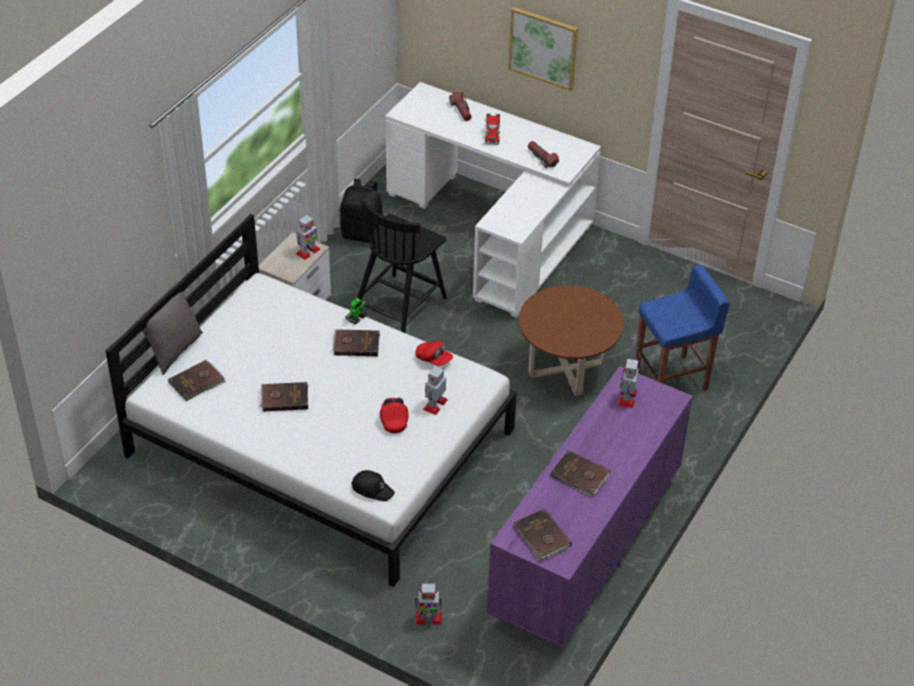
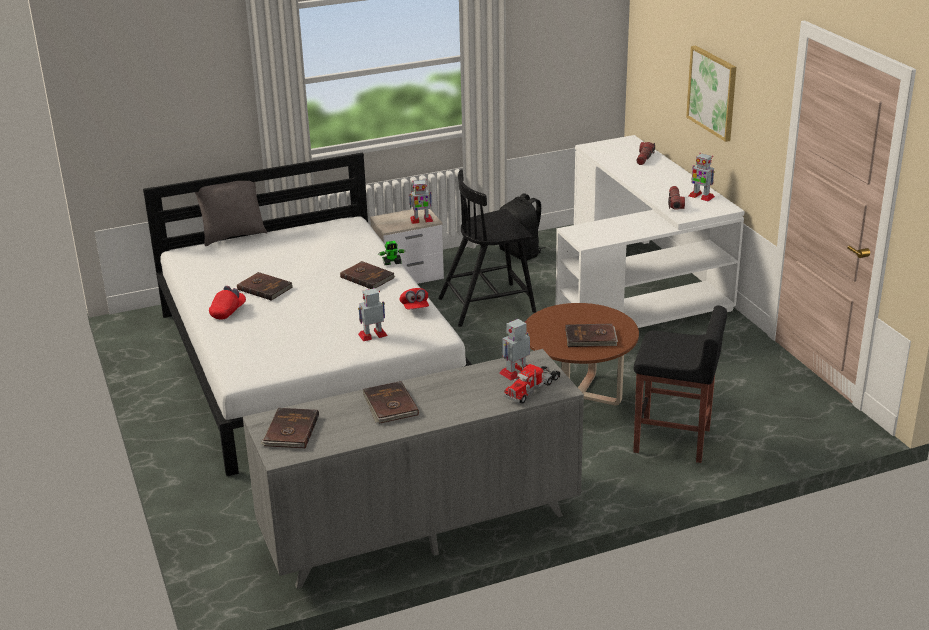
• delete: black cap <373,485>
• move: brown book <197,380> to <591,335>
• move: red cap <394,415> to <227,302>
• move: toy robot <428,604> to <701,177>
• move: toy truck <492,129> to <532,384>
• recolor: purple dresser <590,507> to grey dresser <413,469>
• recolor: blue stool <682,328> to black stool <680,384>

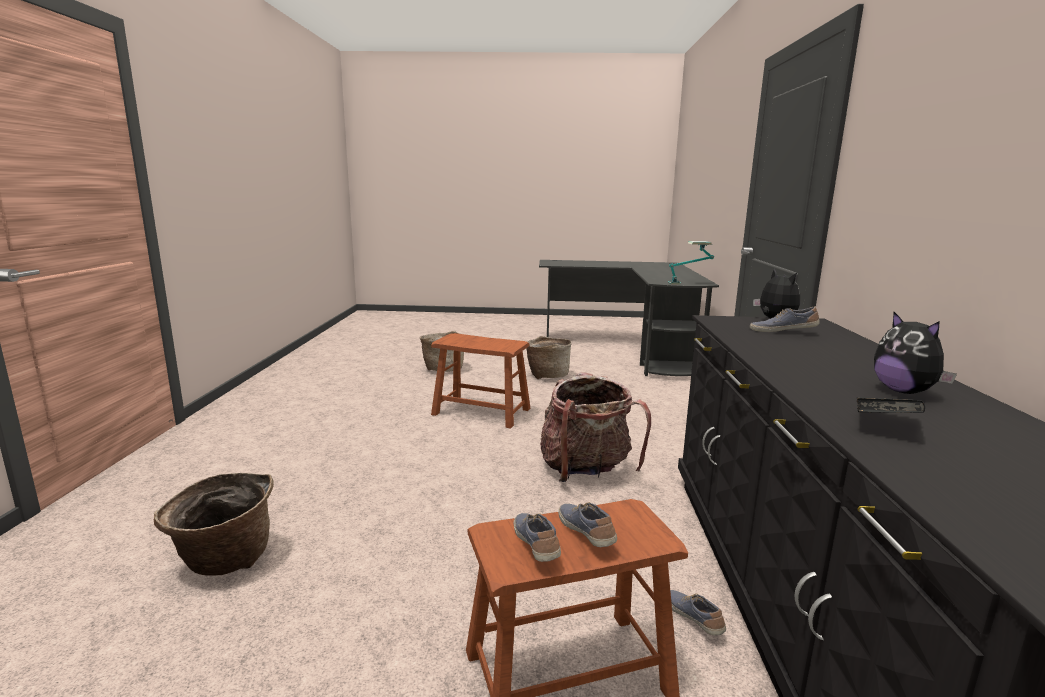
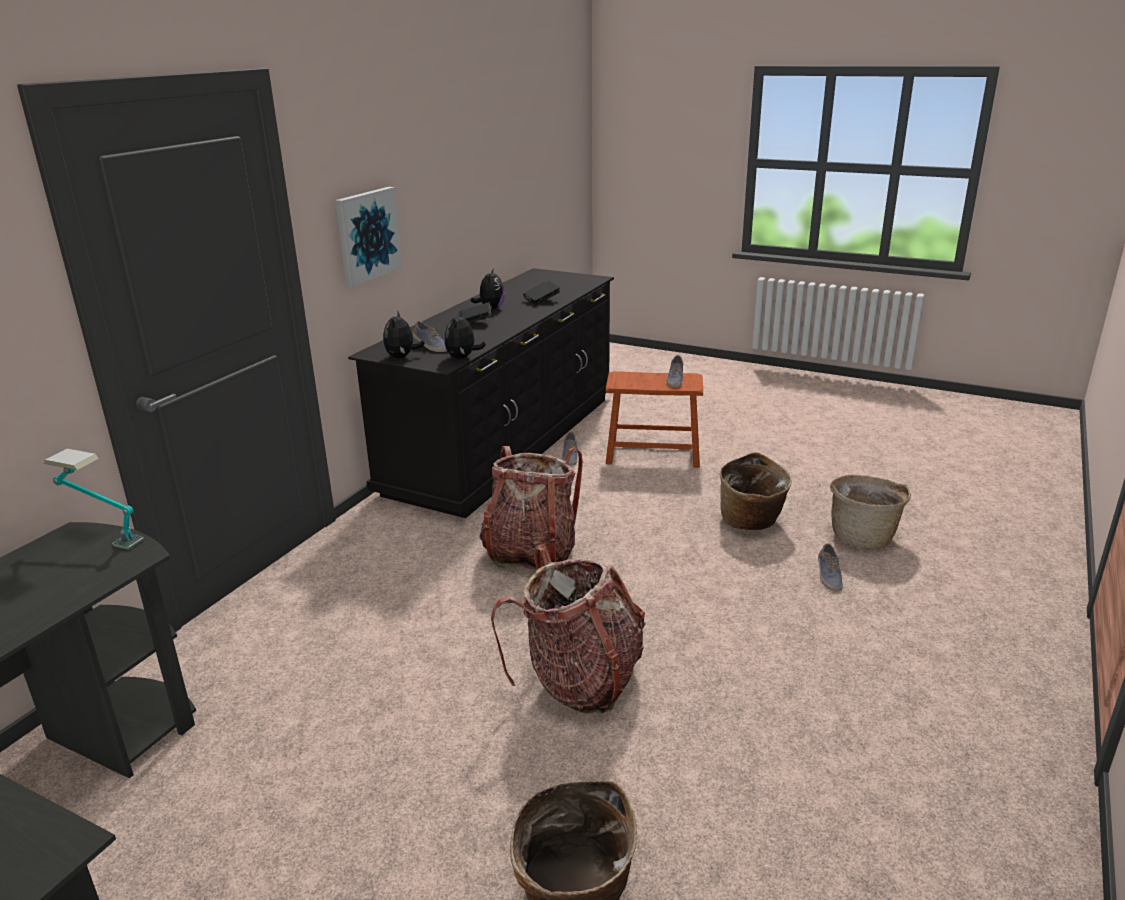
• insert: picture <368,237>
• insert: plush toy <465,334>
• insert: black book <475,312>
• move: basket <549,357> to <756,491>
• move: shoe <587,524> to <830,567>
• replace: brown stool <481,381> to backpack <568,629>

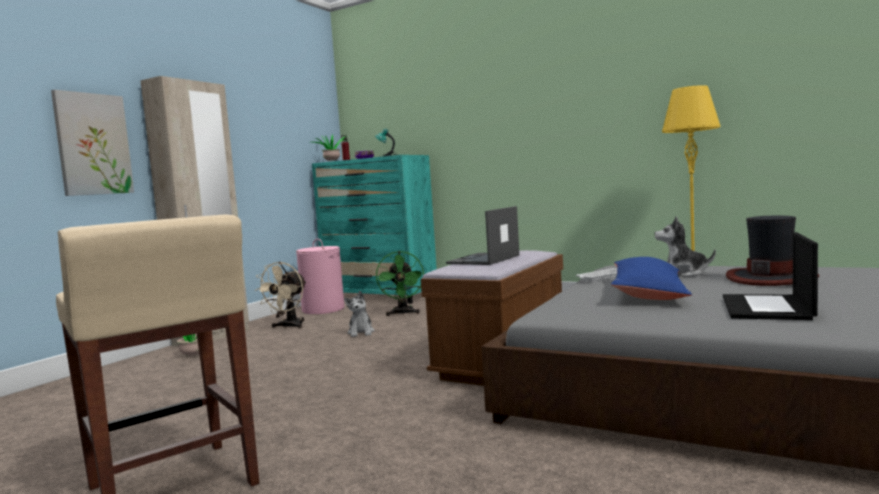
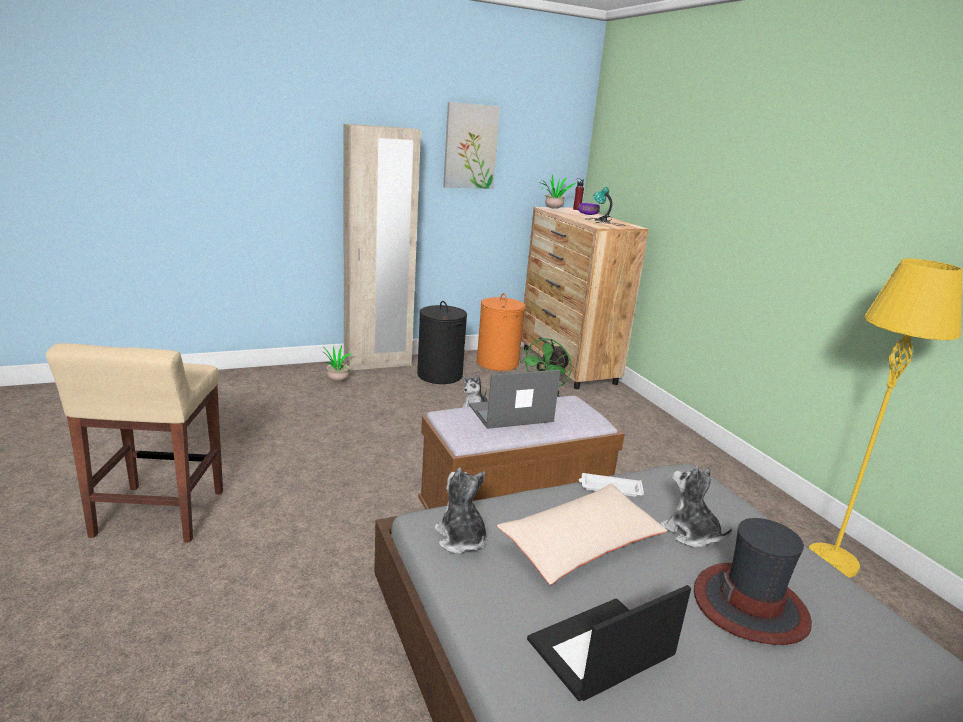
• insert: plush toy <461,511>
• move: picture <92,143> to <471,145>
• replace: beige fan <280,295> to black laundry basket <442,342>
• recolor: pink laundry basket <320,276> to orange laundry basket <501,332>
• recolor: turquoise dresser <374,229> to brown dresser <585,298>
• recolor: blue pillow <651,278> to beige pillow <582,534>

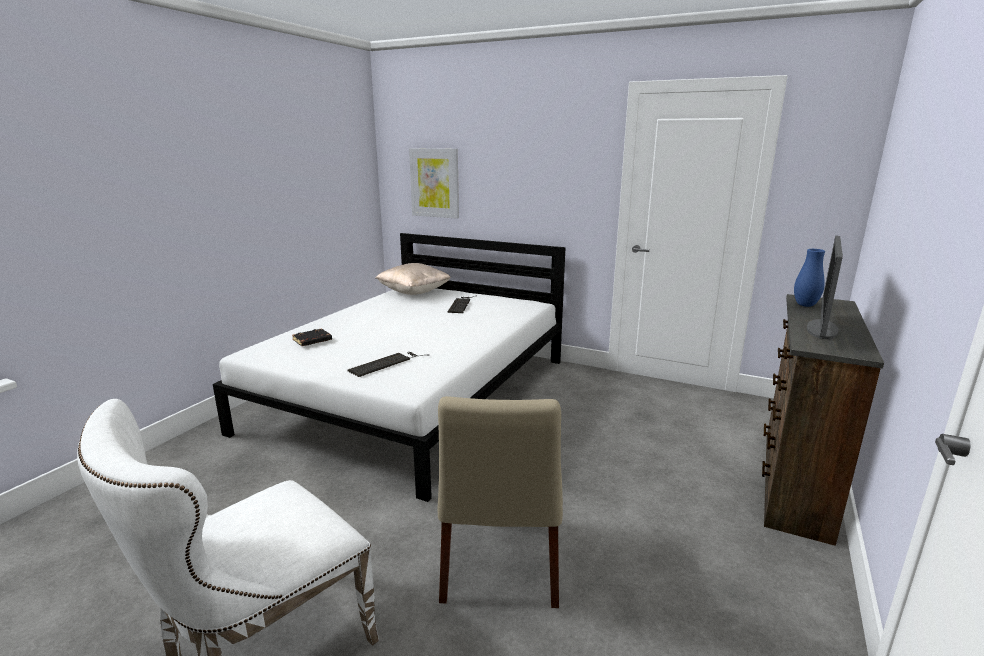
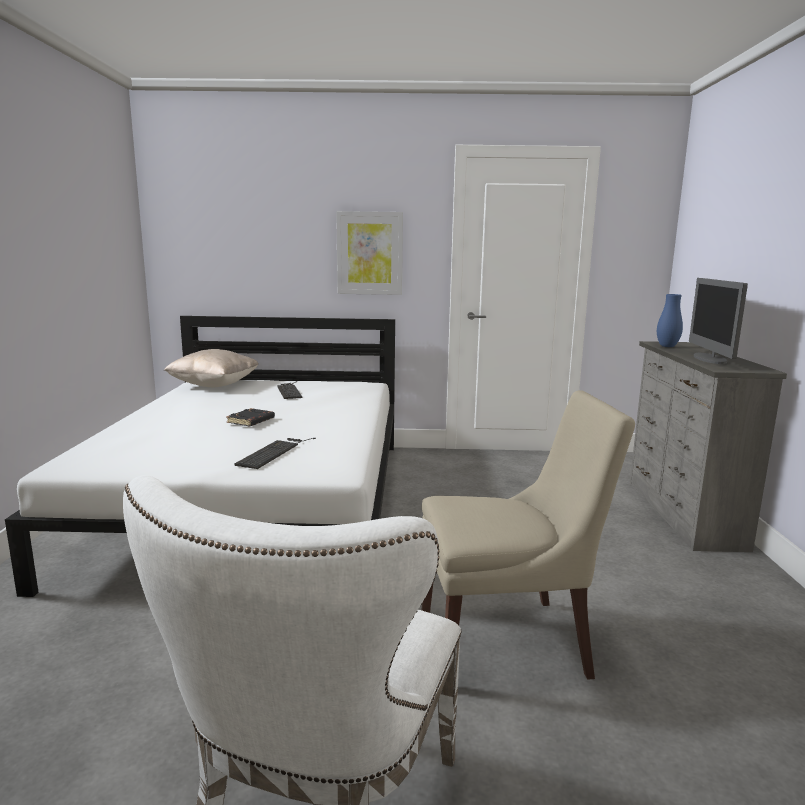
• move: black book <312,337> to <250,417>
• move: picture <434,183> to <369,253>
• recolor: brown dresser <823,420> to grey dresser <708,446>
• rotate: beige chair <500,502> = <528,535> 75 degrees counterclockwise

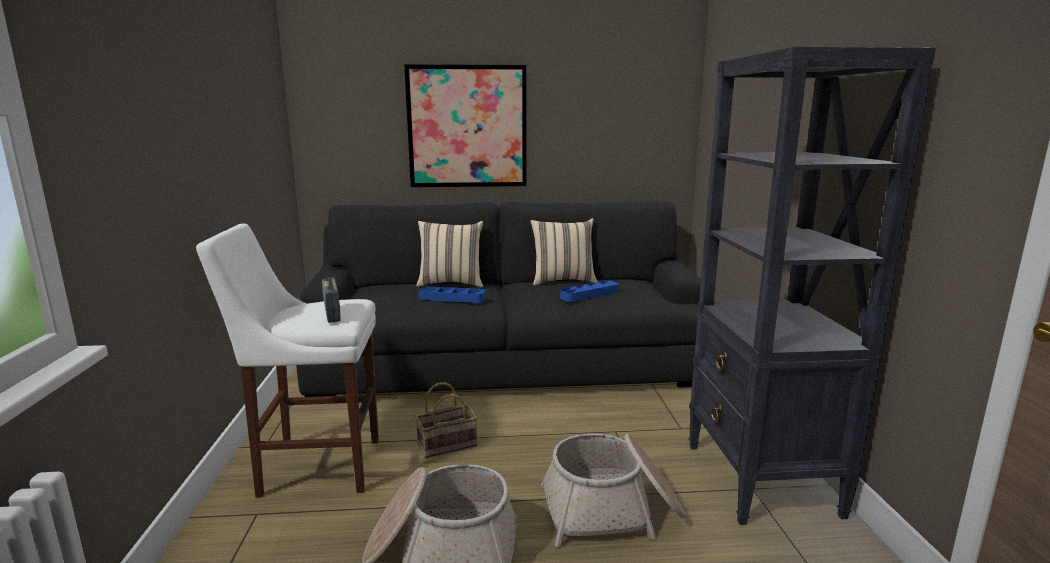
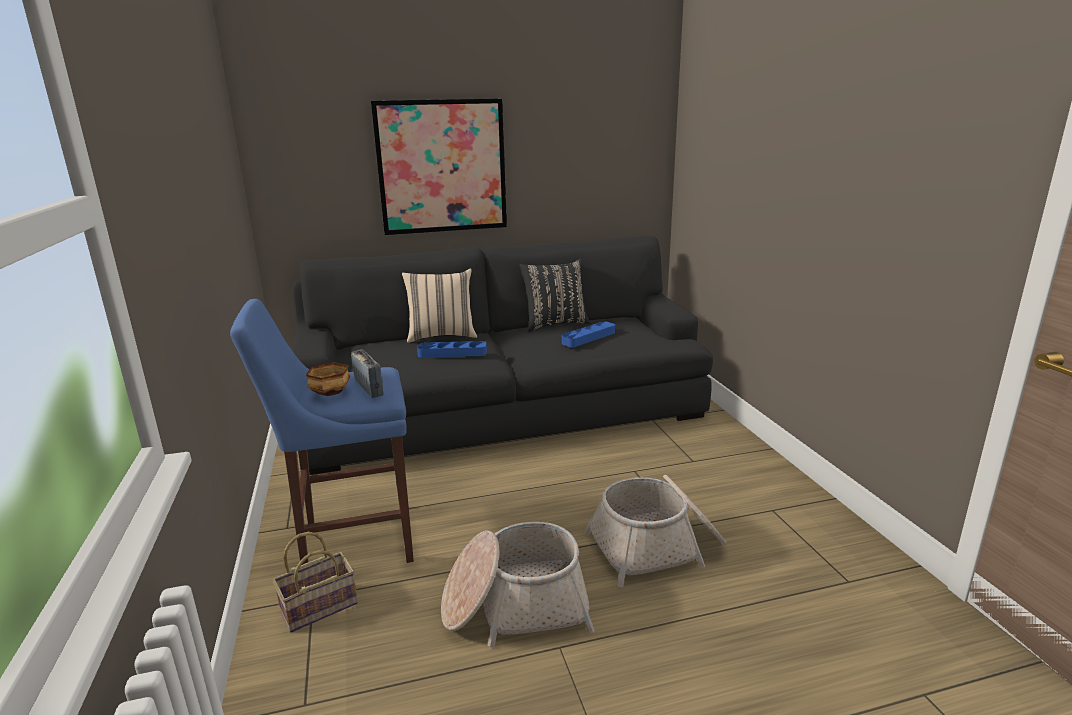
• delete: black bookcase <812,286>
• insert: bowl <328,379>
• move: basket <446,420> to <315,582>
• recolor: white stool <287,361> to blue stool <322,432>
• recolor: beige pillow <564,251> to black pillow <555,295>

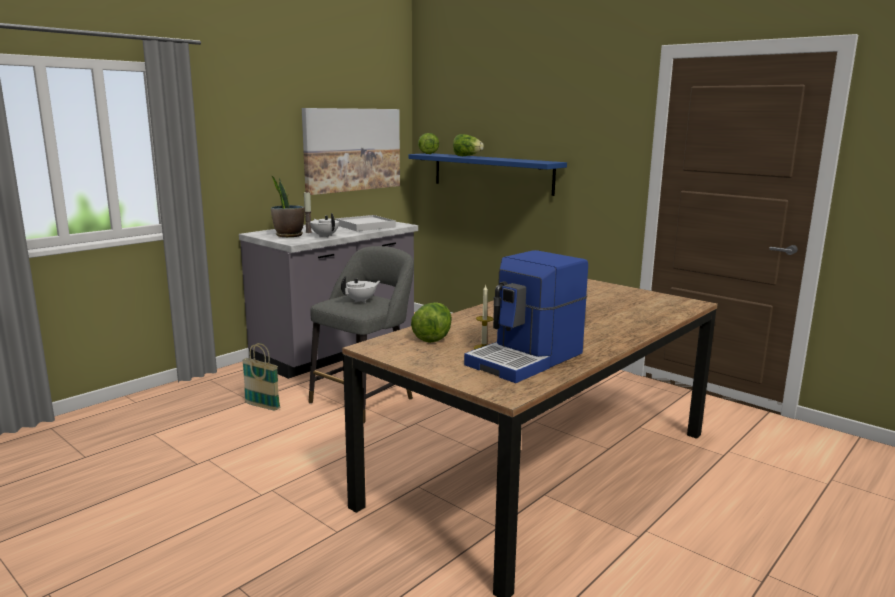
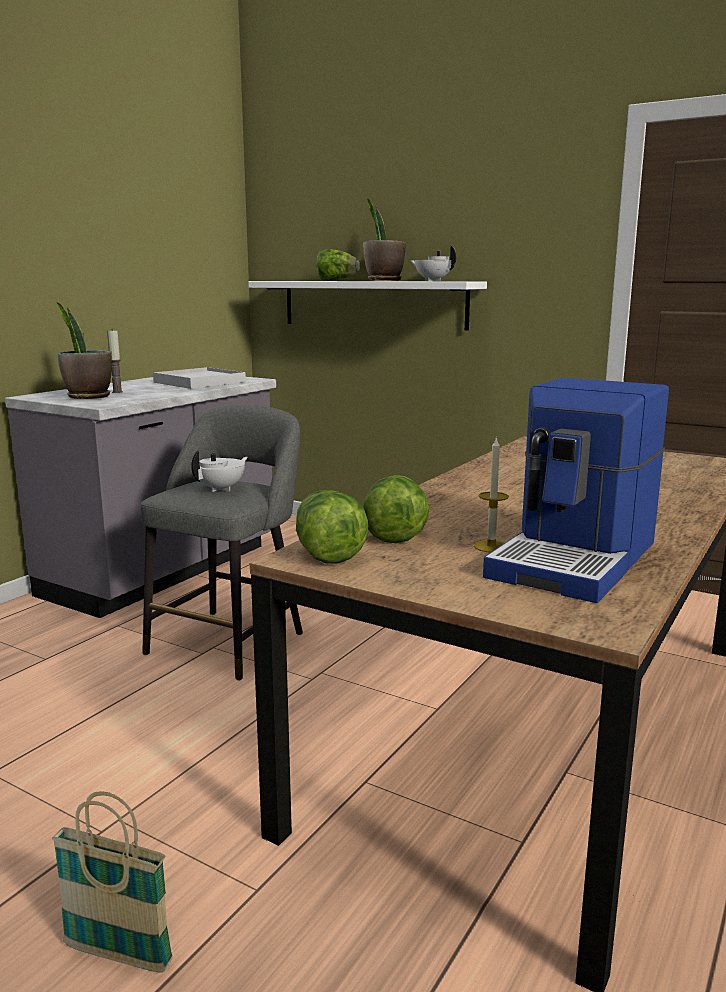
• delete: picture <351,151>
• insert: potted plant <384,239>
• move: basket <261,376> to <112,882>
• move: white teapot <324,225> to <433,263>
• move: lettuce <428,143> to <332,527>
• recolor: blue shelf <487,174> to white shelf <367,306>

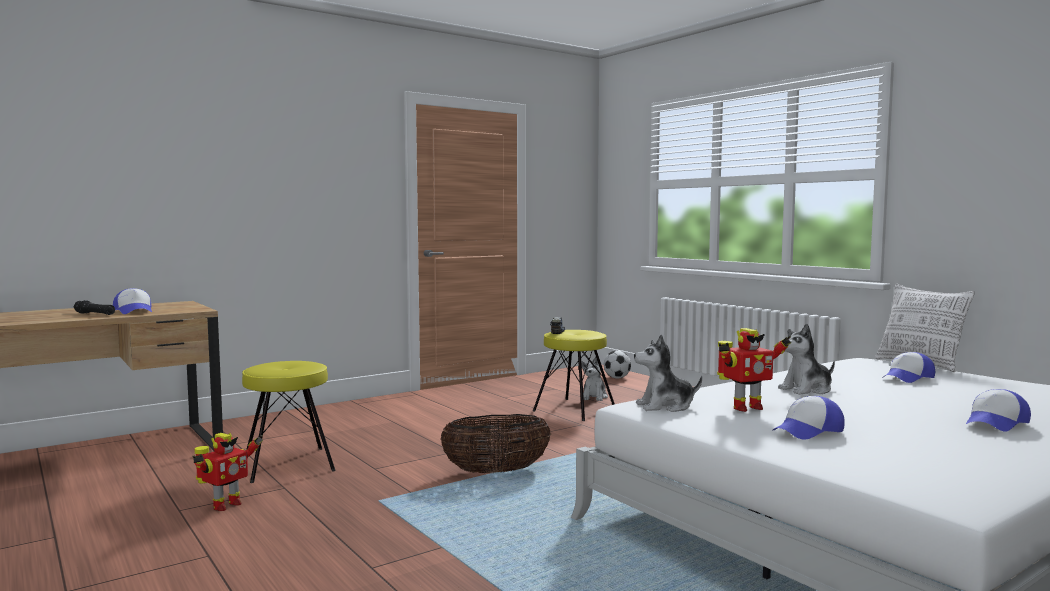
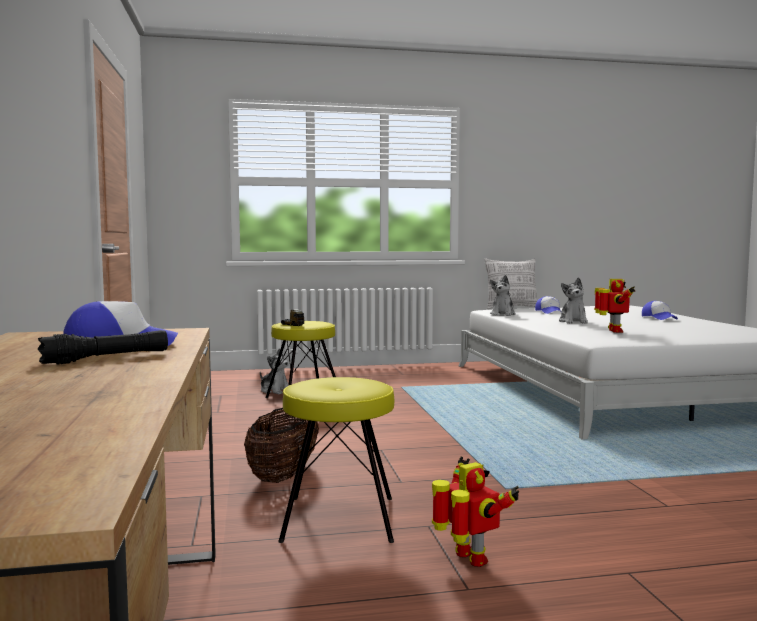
• delete: football <617,364>
• delete: cap <808,418>
• move: basket <495,443> to <281,445>
• move: plush toy <668,373> to <503,295>

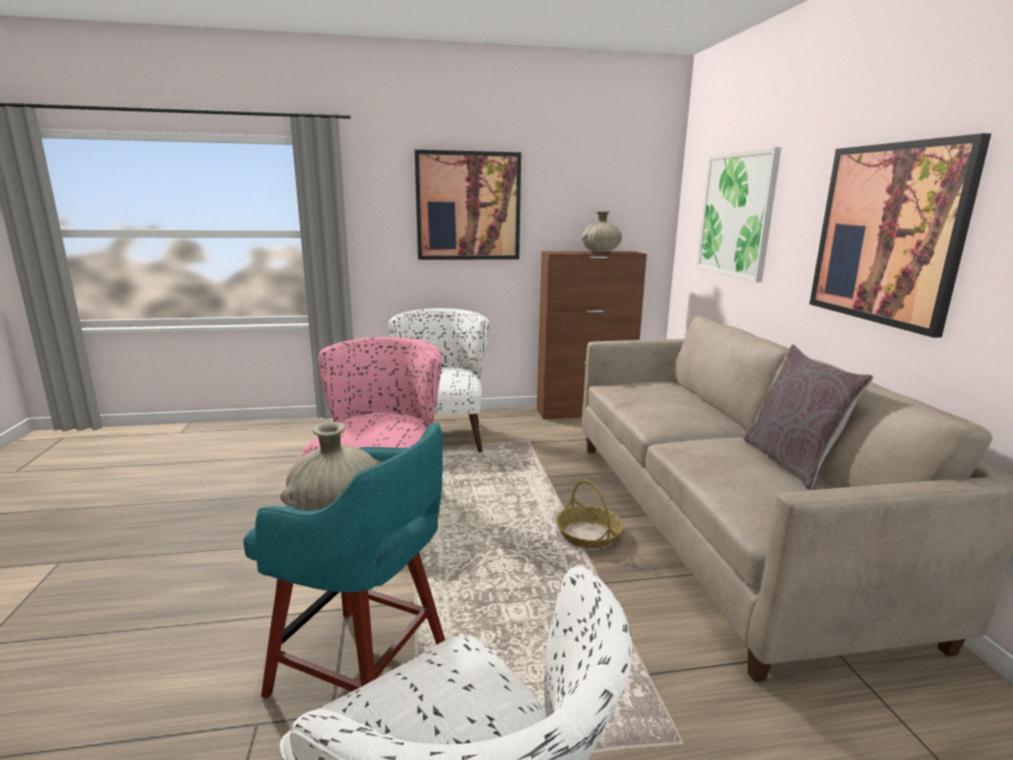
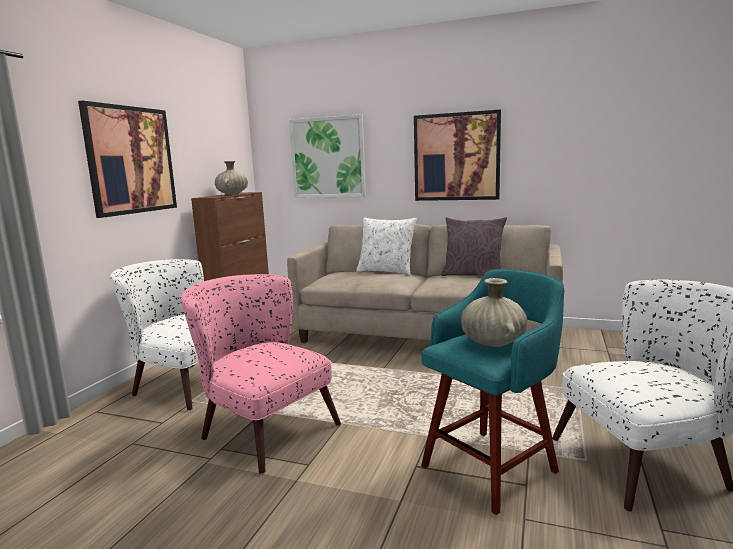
• delete: basket <589,514>
• insert: white pillow <386,246>

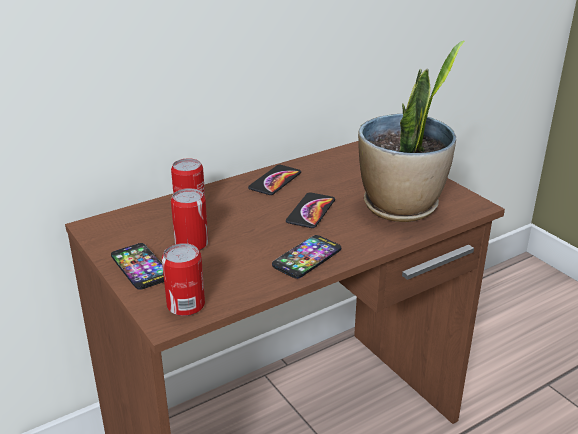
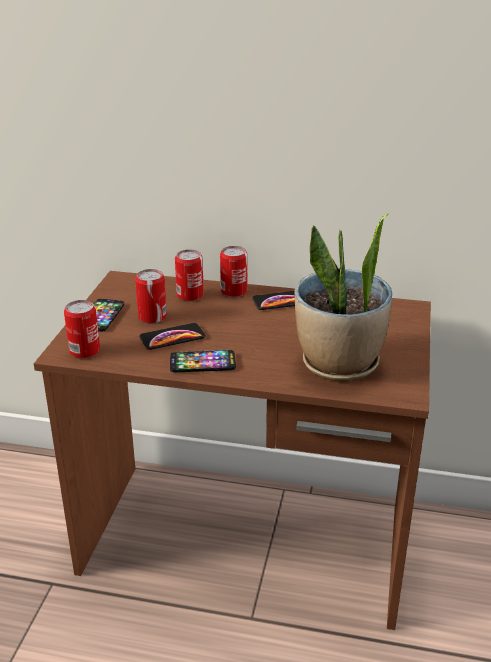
• insert: can <233,271>
• move: phone <310,210> to <172,336>

